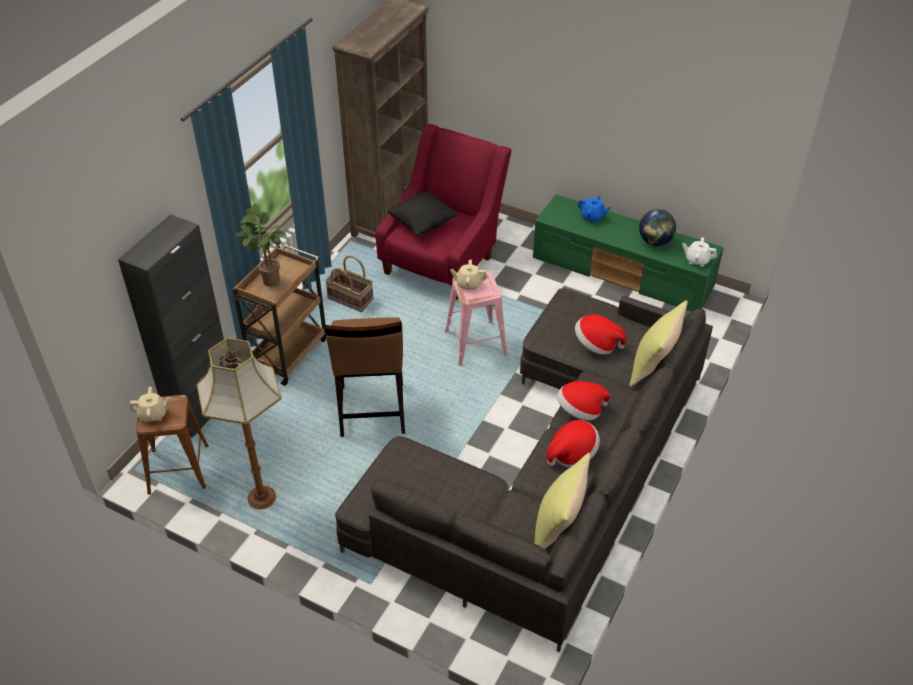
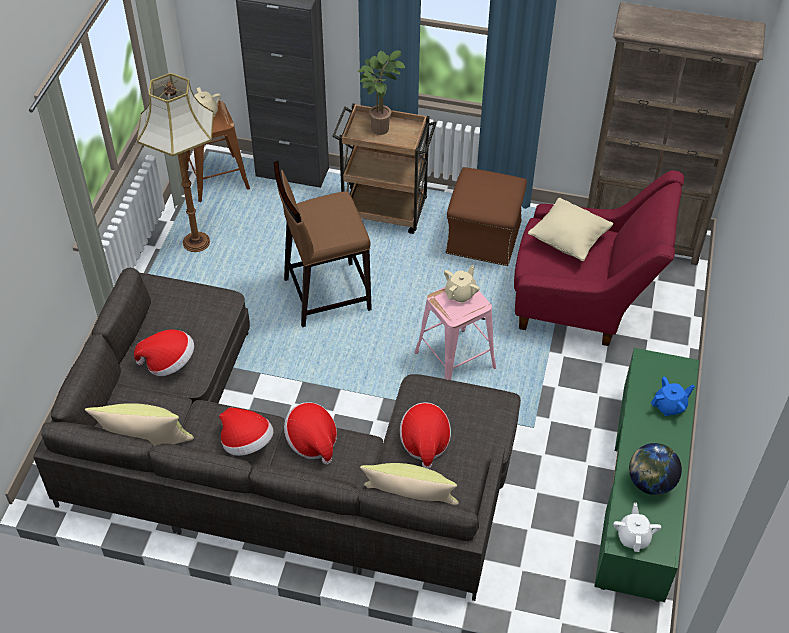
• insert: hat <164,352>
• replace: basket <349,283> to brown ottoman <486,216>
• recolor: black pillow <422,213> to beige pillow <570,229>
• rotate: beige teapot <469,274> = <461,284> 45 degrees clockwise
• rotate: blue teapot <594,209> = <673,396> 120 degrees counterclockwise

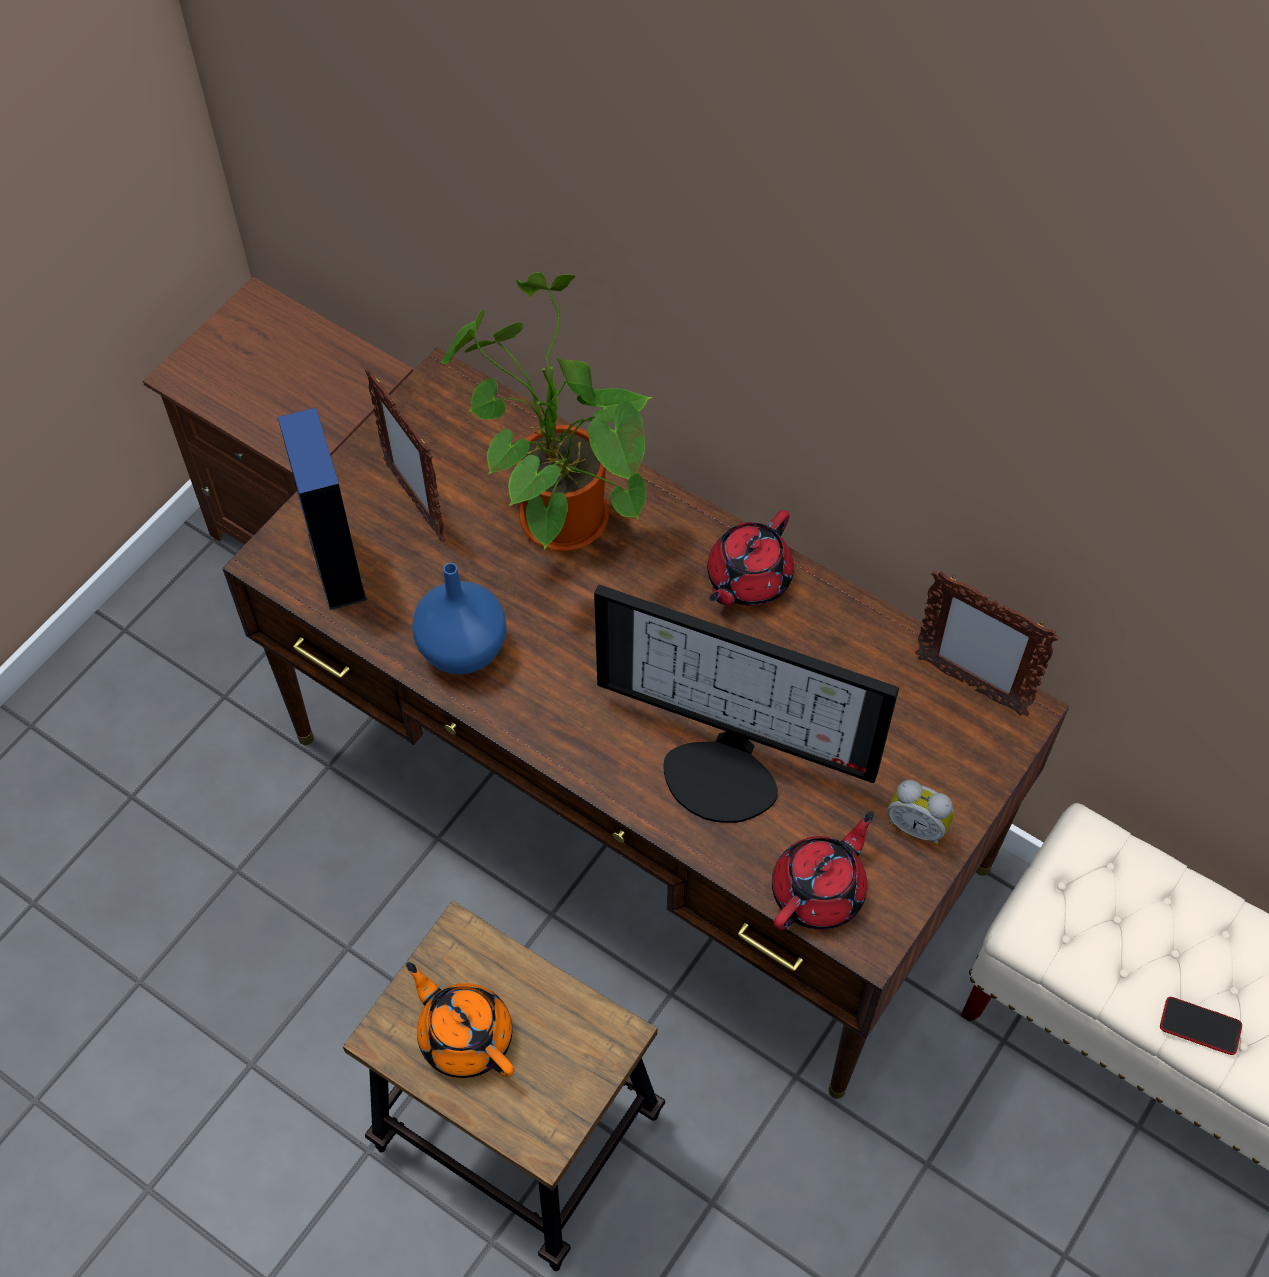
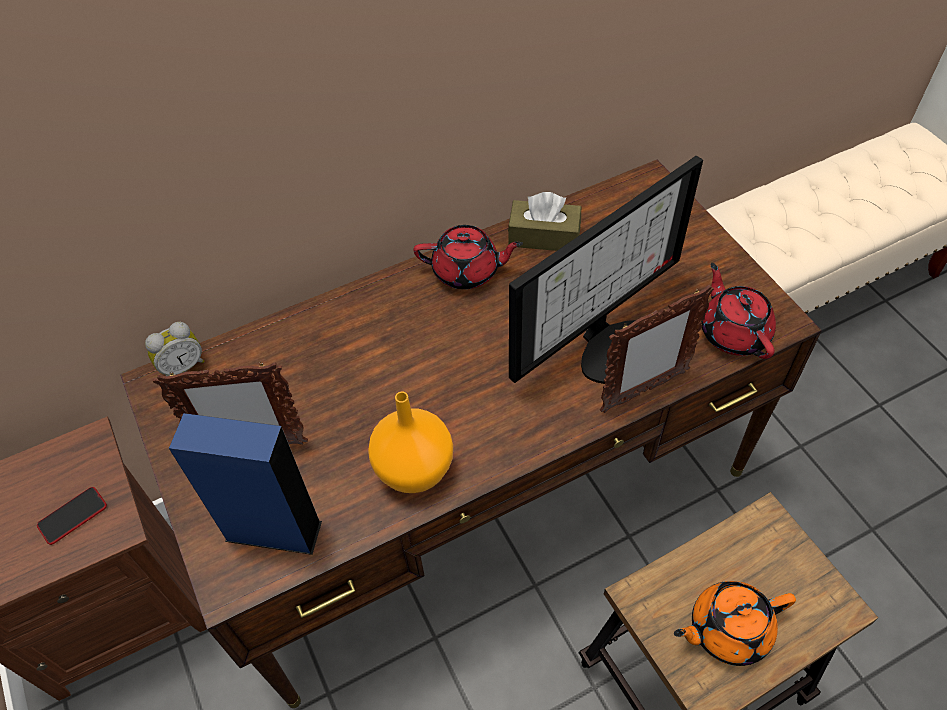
• delete: potted plant <547,411>
• insert: brown tissue box <544,221>
• move: alarm clock <920,812> to <175,349>
• move: picture frame <987,643> to <657,349>
• move: phone <1201,1026> to <72,516>
• recolor: blue vase <459,619> to orange vase <410,442>
• rotate: red teapot <750,558> = <468,257> 60 degrees counterclockwise

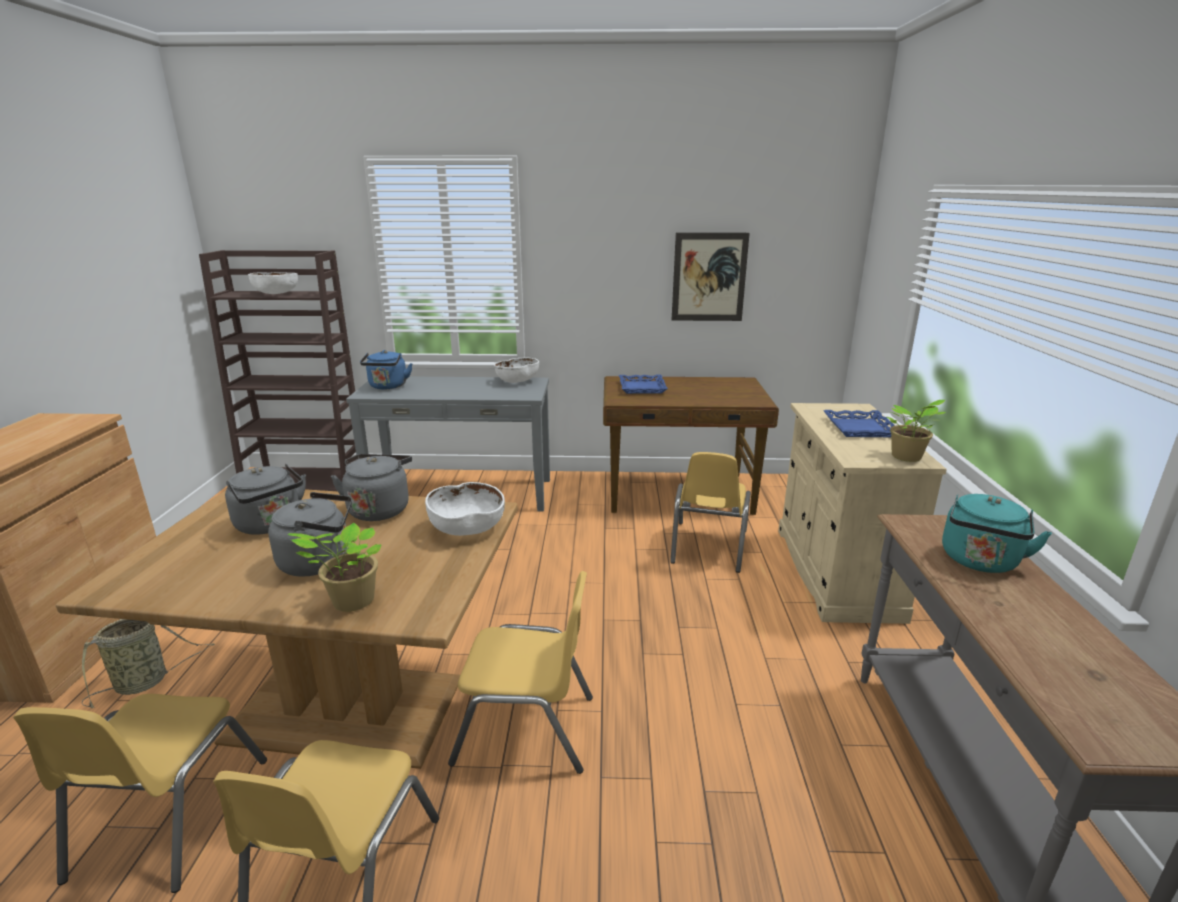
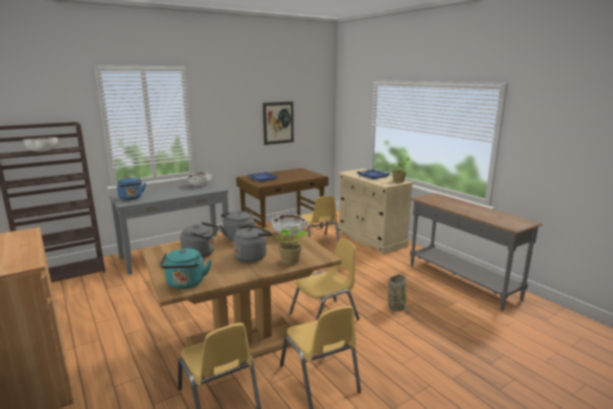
• move: basket <148,663> to <399,295>
• move: turquoise kettle <997,533> to <186,268>

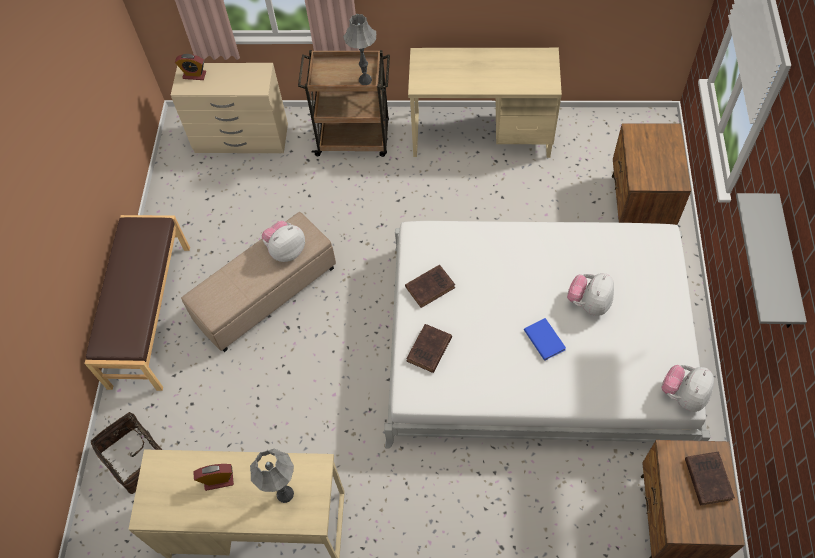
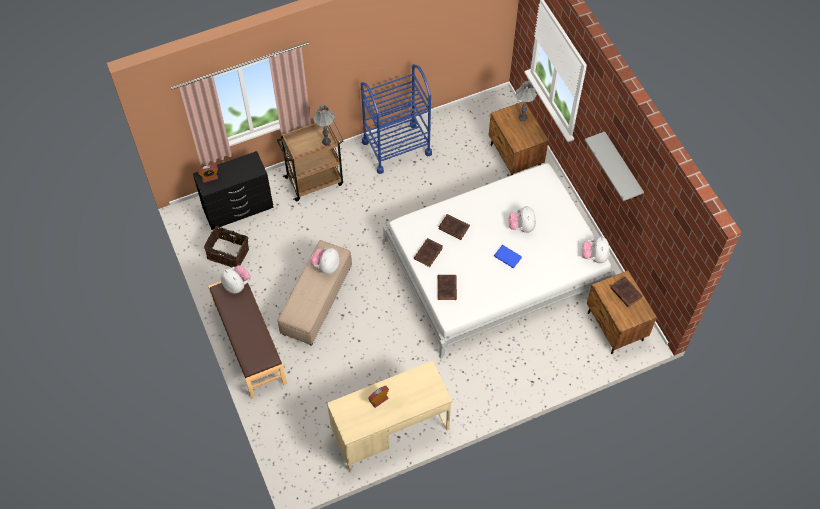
• insert: plush toy <236,279>
• insert: brown book <454,227>
• move: basket <126,451> to <226,246>
• move: grey table lamp <272,475> to <526,101>
• replace: beige desk <485,103> to blue cart <396,119>
• recolor: beige dresser <229,108> to black dresser <233,190>

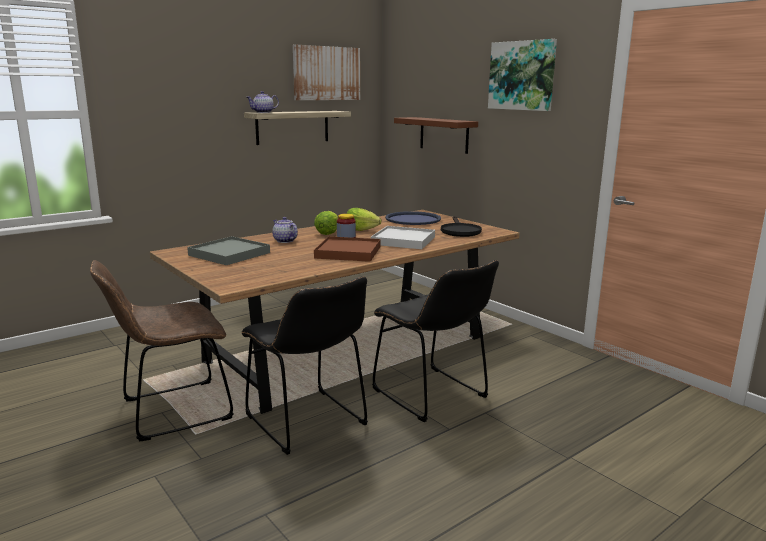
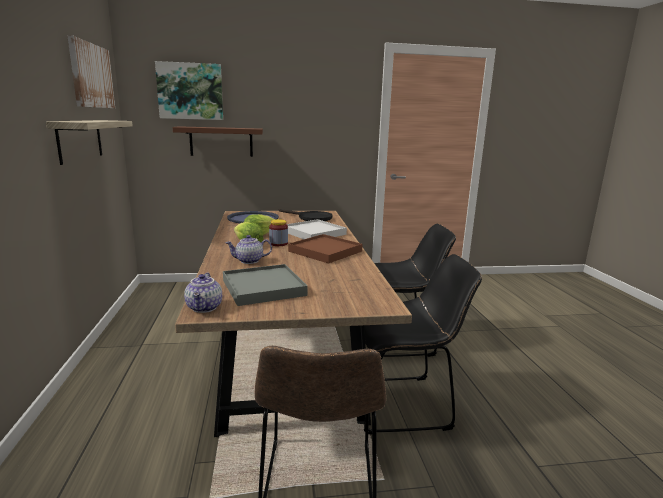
• move: teapot <263,102> to <203,292>
• move: picture <522,75> to <189,90>

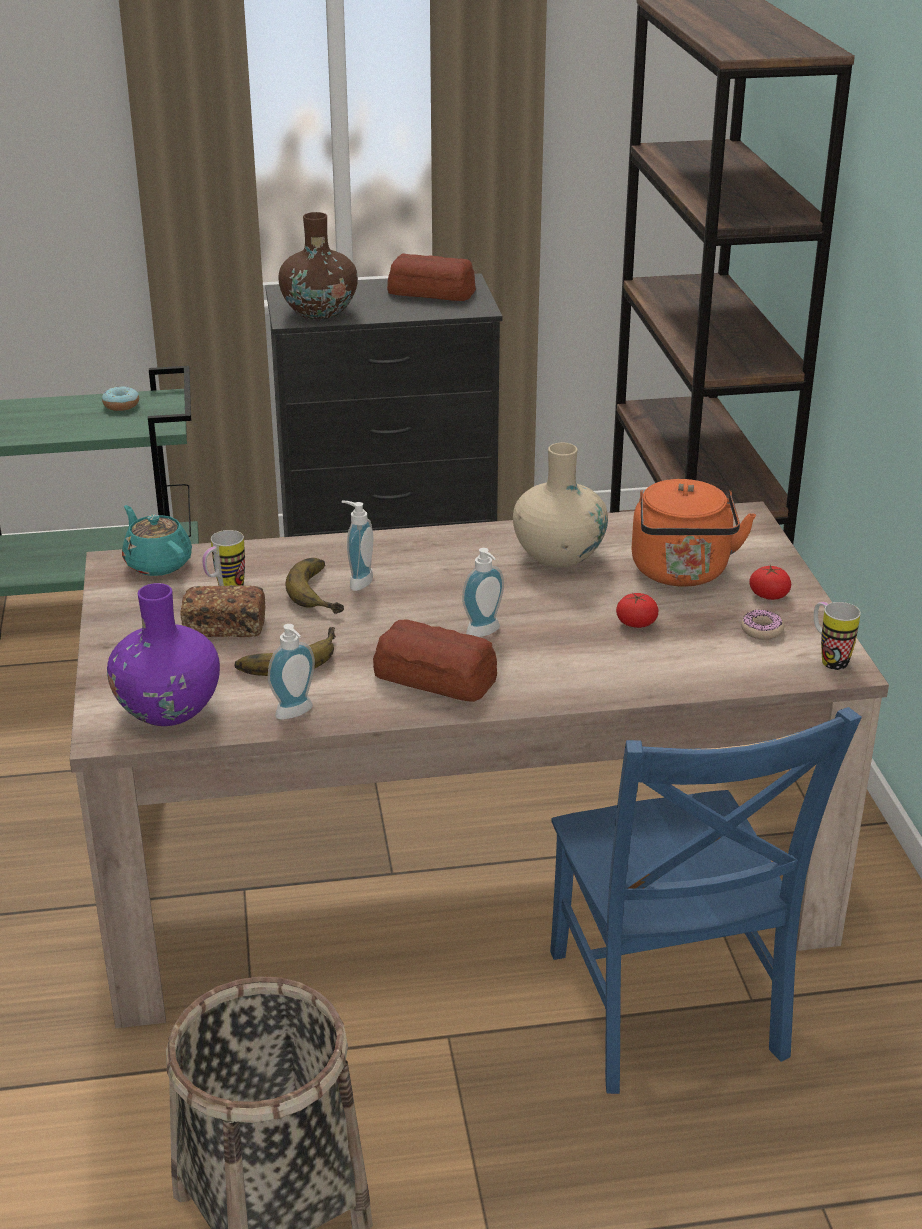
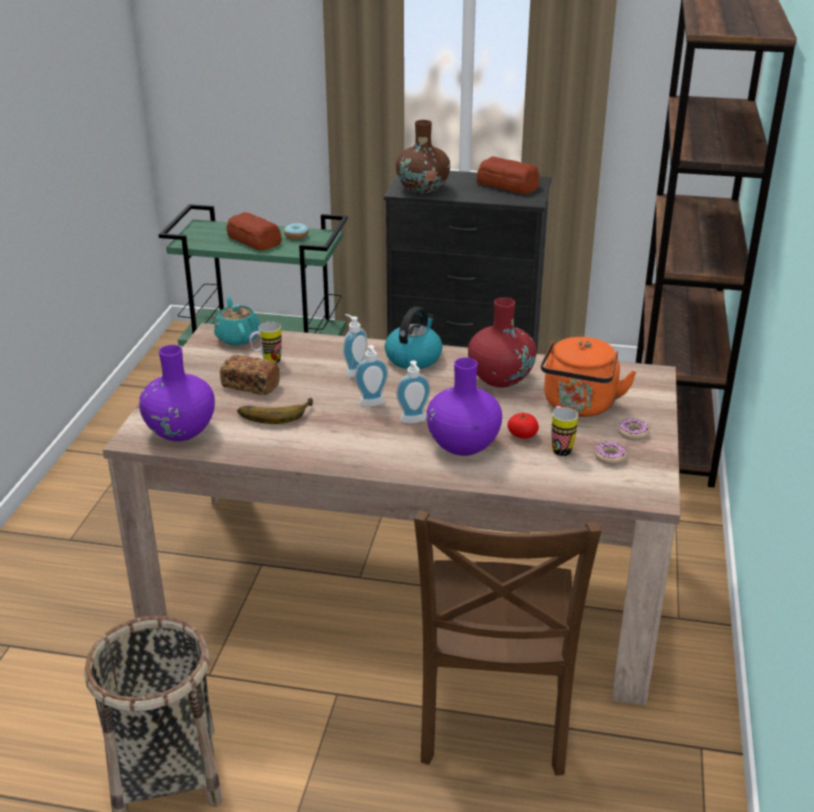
• delete: banana <314,586>
• insert: kettle <414,338>
• insert: purple vase <464,406>
• move: soap dispenser <291,672> to <371,376>
• move: bread <435,661> to <254,231>
• move: mug <837,636> to <565,431>
• replace: tomato <770,582> to donut <634,429>
• recolor: beige vase <560,505> to red vase <502,342>
• recolor: blue chair <706,900> to brown chair <508,643>

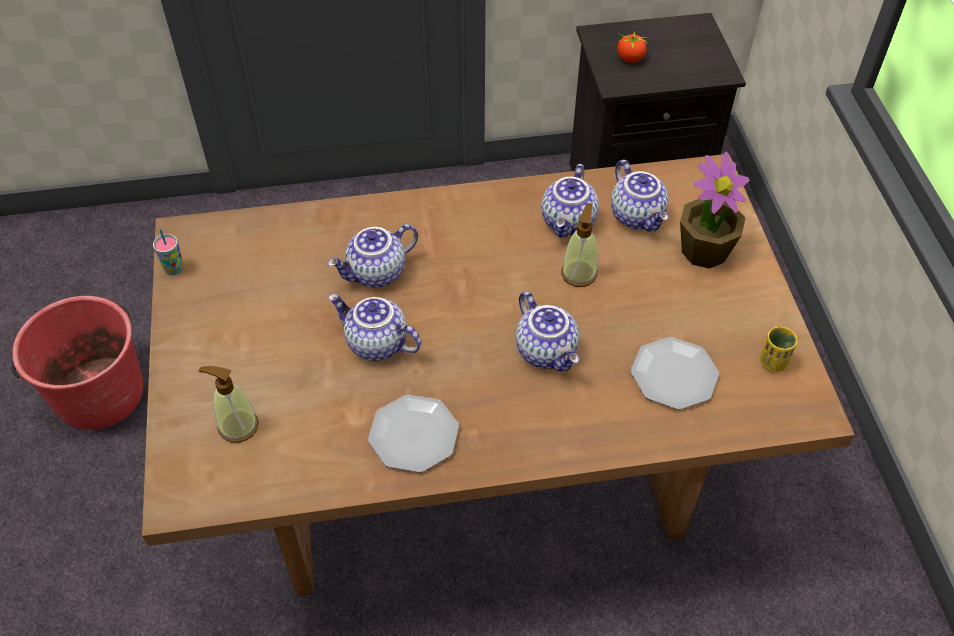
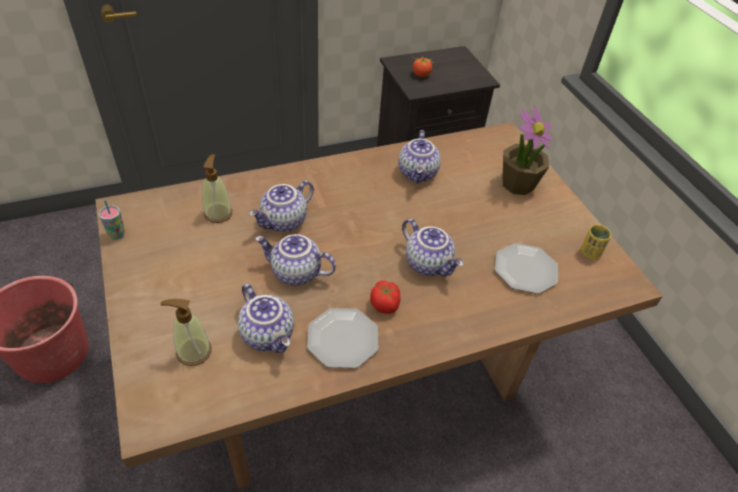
• insert: tomato <385,297>
• move: soap dispenser <579,245> to <217,188>
• move: teapot <640,195> to <266,318>

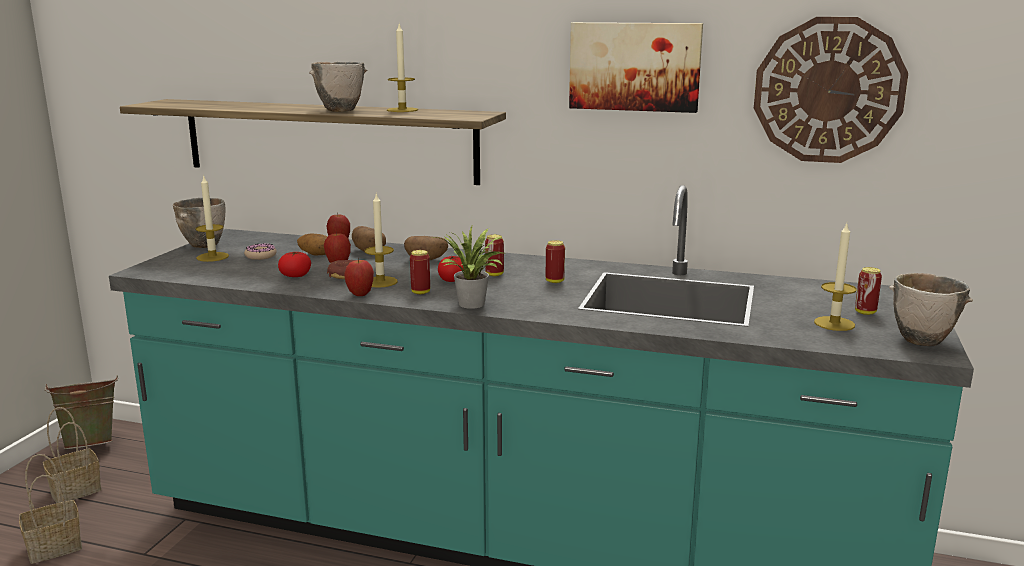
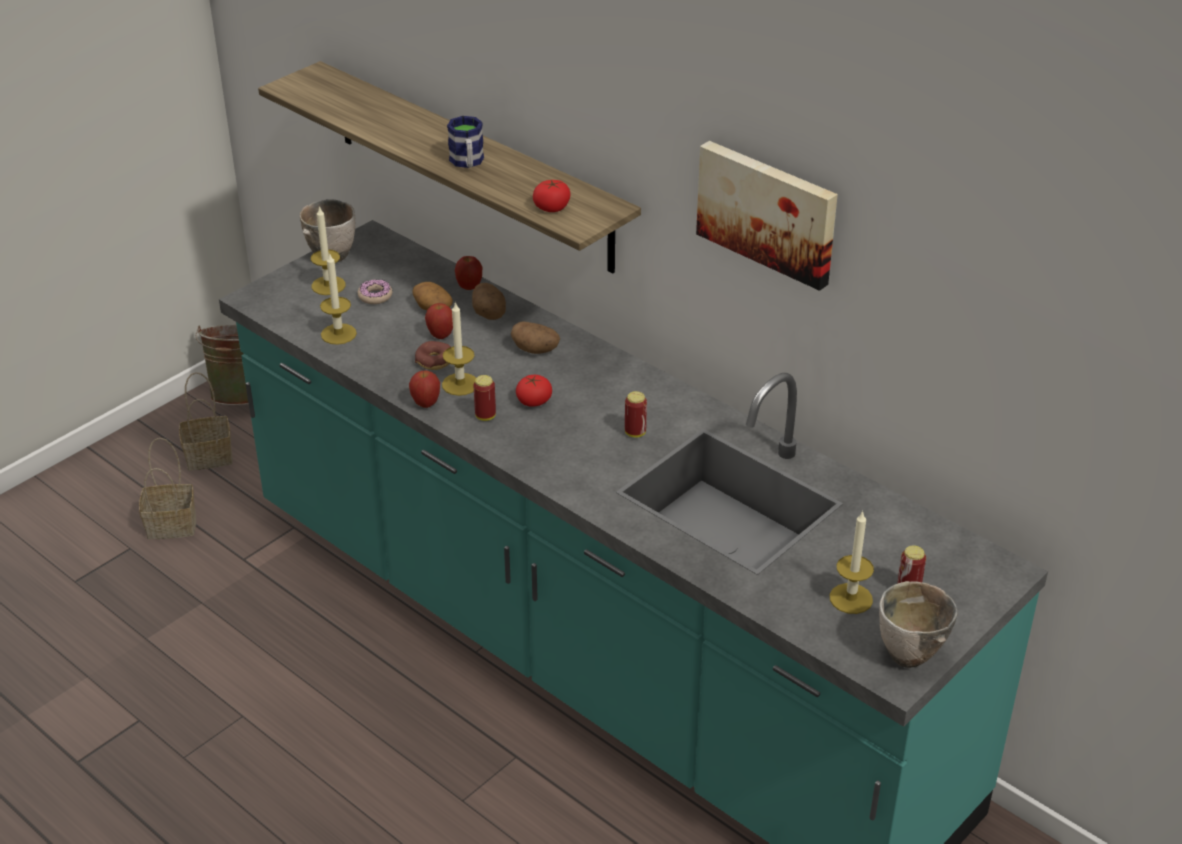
• delete: potted plant <467,267>
• delete: can <494,255>
• delete: wall clock <831,90>
• move: tomato <294,264> to <552,196>
• move: candle <402,68> to <338,299>
• replace: bowl <338,87> to mug <465,142>

